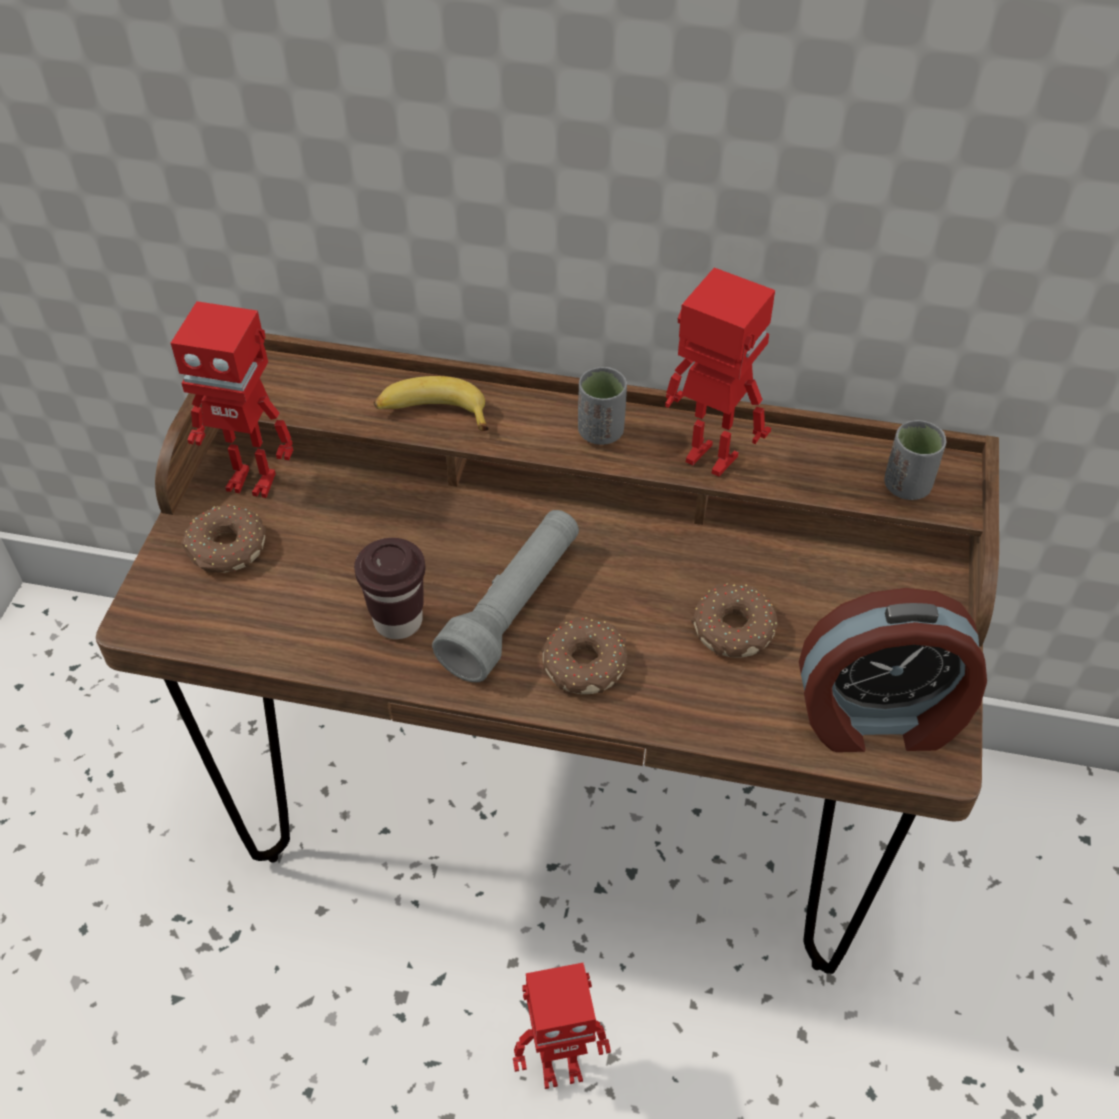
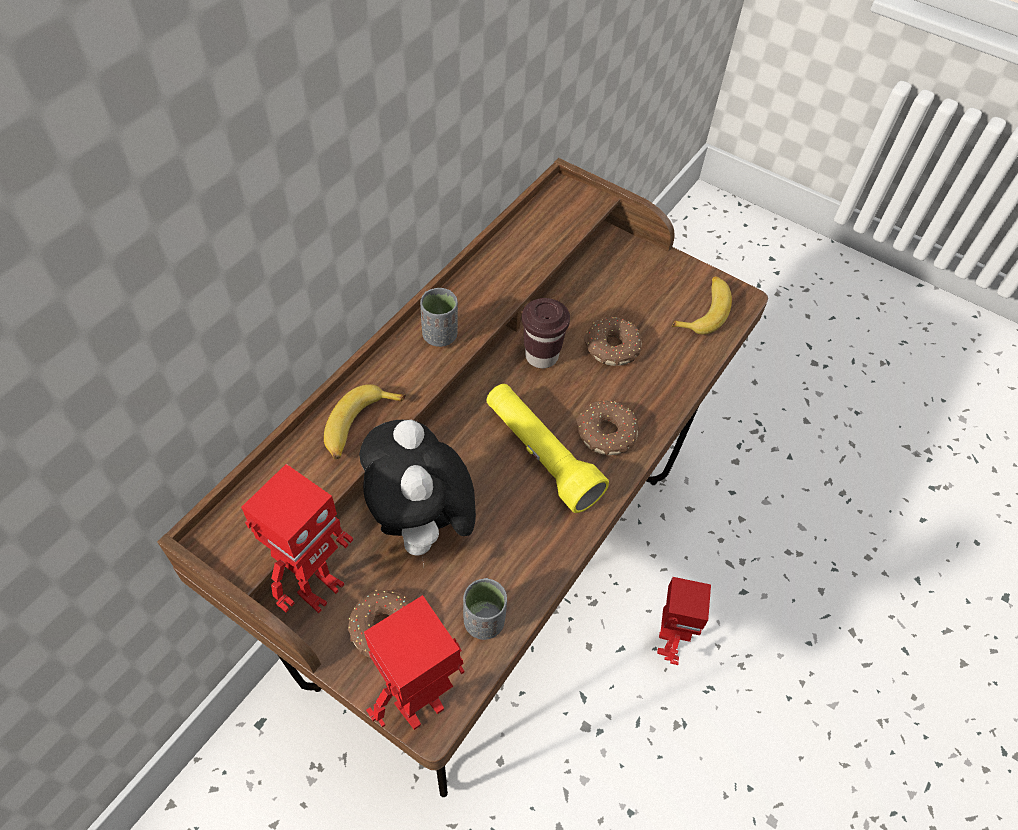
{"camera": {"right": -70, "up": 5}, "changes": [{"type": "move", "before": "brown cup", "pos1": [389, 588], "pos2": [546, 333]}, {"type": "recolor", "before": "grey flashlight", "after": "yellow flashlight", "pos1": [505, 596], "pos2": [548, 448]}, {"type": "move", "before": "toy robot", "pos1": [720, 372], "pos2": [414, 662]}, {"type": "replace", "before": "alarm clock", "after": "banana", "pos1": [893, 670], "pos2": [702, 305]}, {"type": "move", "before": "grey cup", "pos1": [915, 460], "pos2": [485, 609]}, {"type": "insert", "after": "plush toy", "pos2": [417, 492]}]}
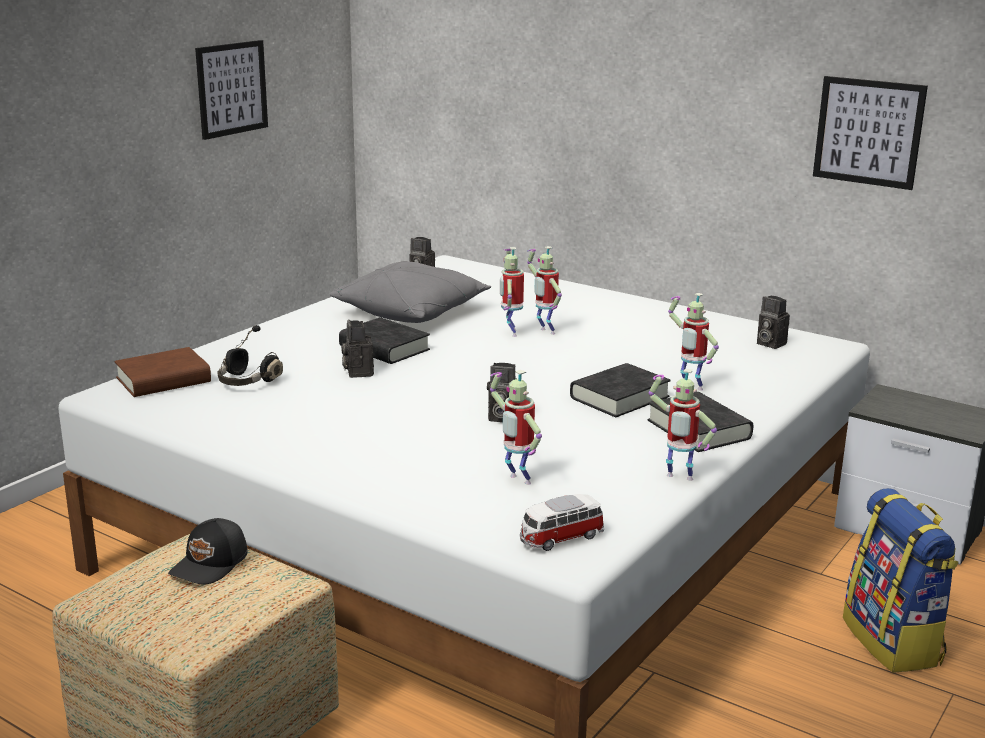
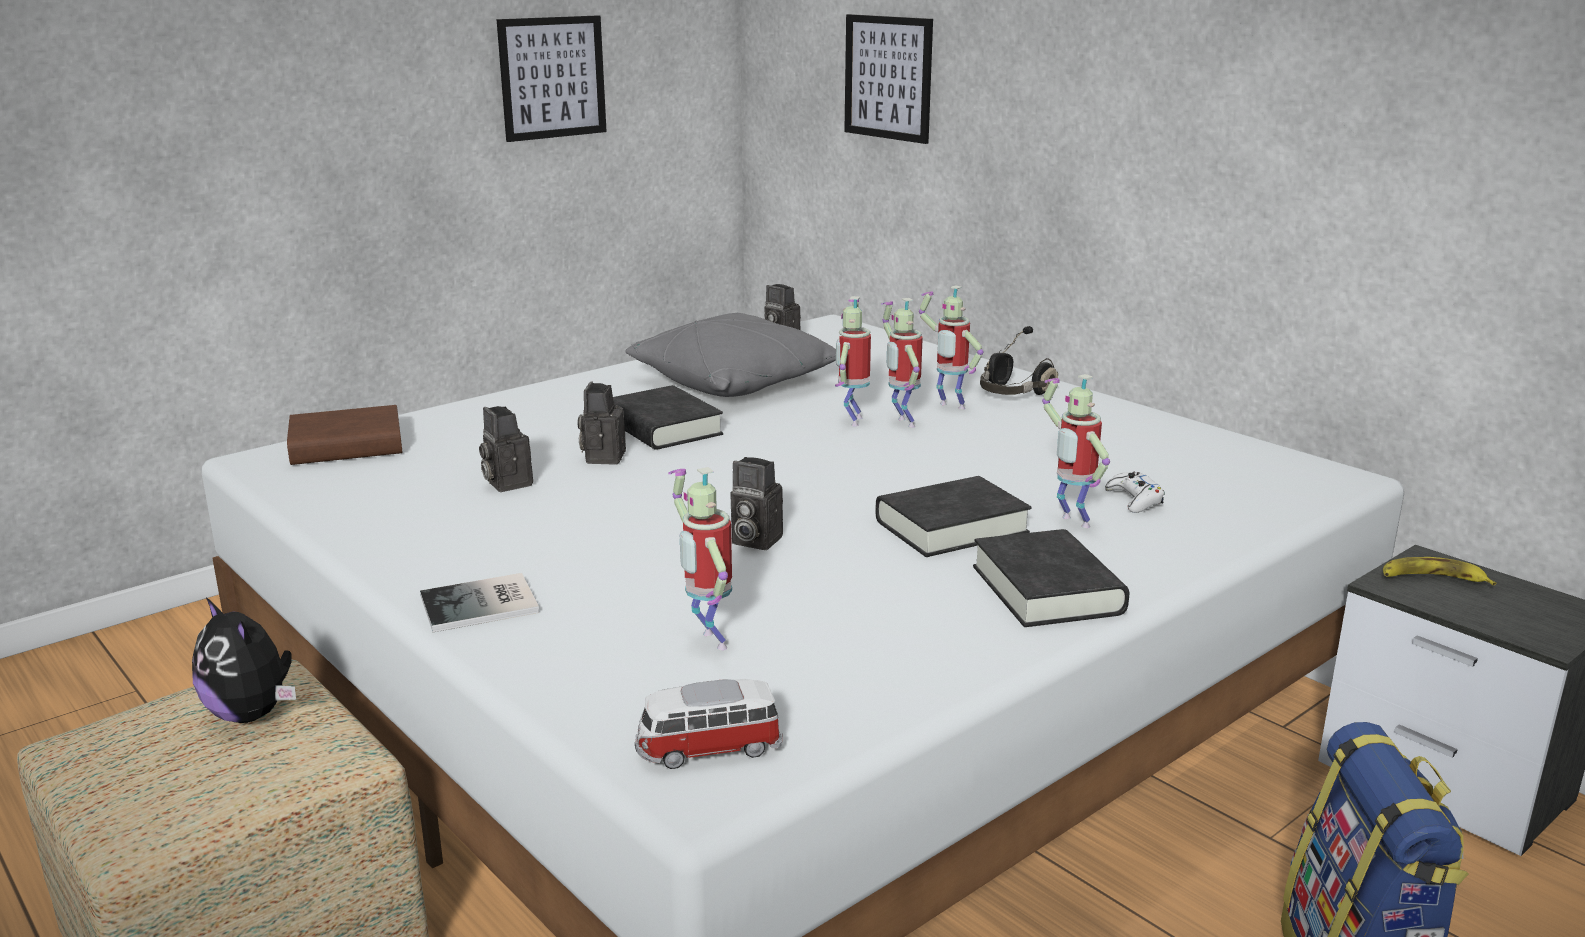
{"camera": {"right": 15, "up": 0}, "changes": [{"type": "replace", "before": "black cap", "after": "plush toy", "pos1": [208, 551], "pos2": [244, 660]}, {"type": "move", "before": "black headphones", "pos1": [250, 355], "pos2": [1019, 360]}, {"type": "move", "before": "toy robot", "pos1": [683, 425], "pos2": [951, 347]}, {"type": "move", "before": "photo camera", "pos1": [773, 322], "pos2": [506, 449]}, {"type": "move", "before": "picture", "pos1": [870, 133], "pos2": [888, 79]}, {"type": "insert", "after": "book", "pos2": [479, 602]}, {"type": "insert", "after": "white game controller", "pos2": [1135, 492]}, {"type": "insert", "after": "banana", "pos2": [1439, 571]}]}
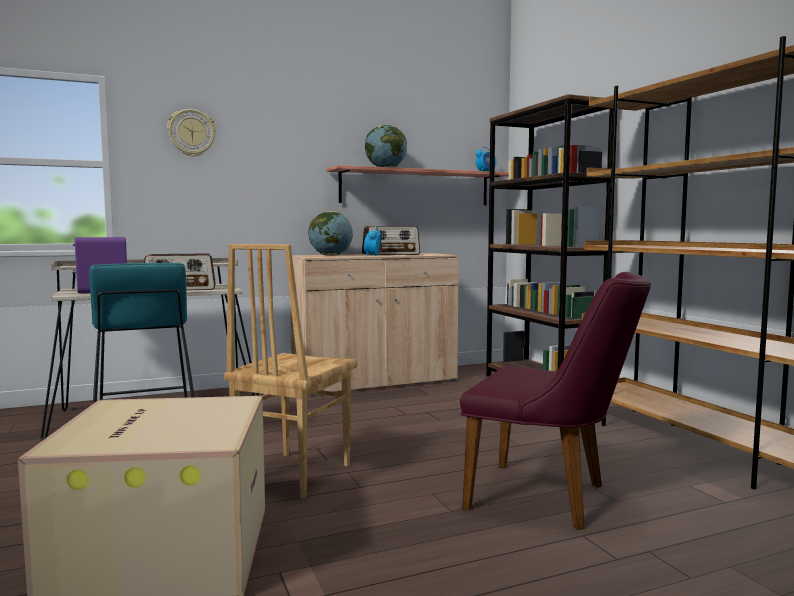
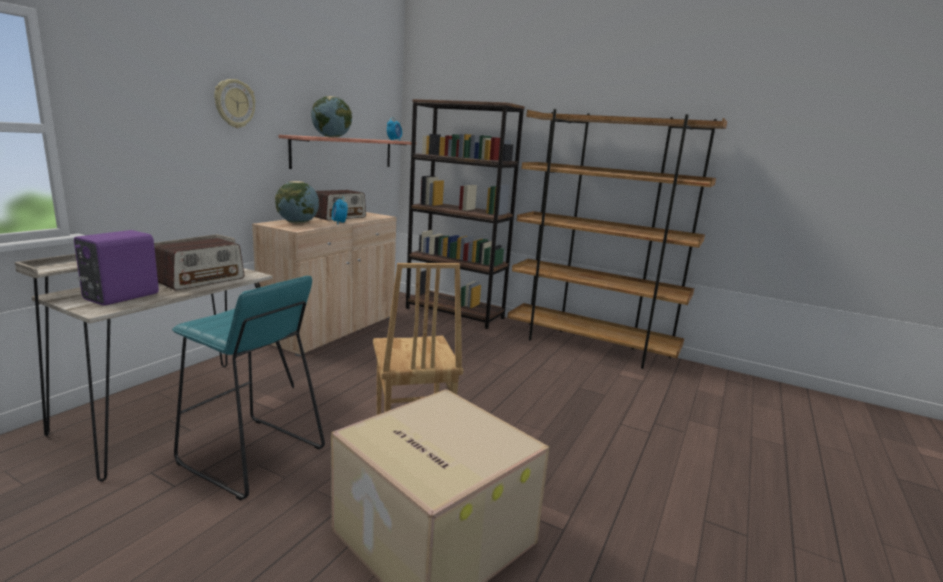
{"camera": {"right": -40, "up": 10}, "changes": [{"type": "move", "before": "wall clock", "pos1": [191, 133], "pos2": [234, 103]}, {"type": "delete", "before": "purple chair", "pos1": [555, 401]}]}
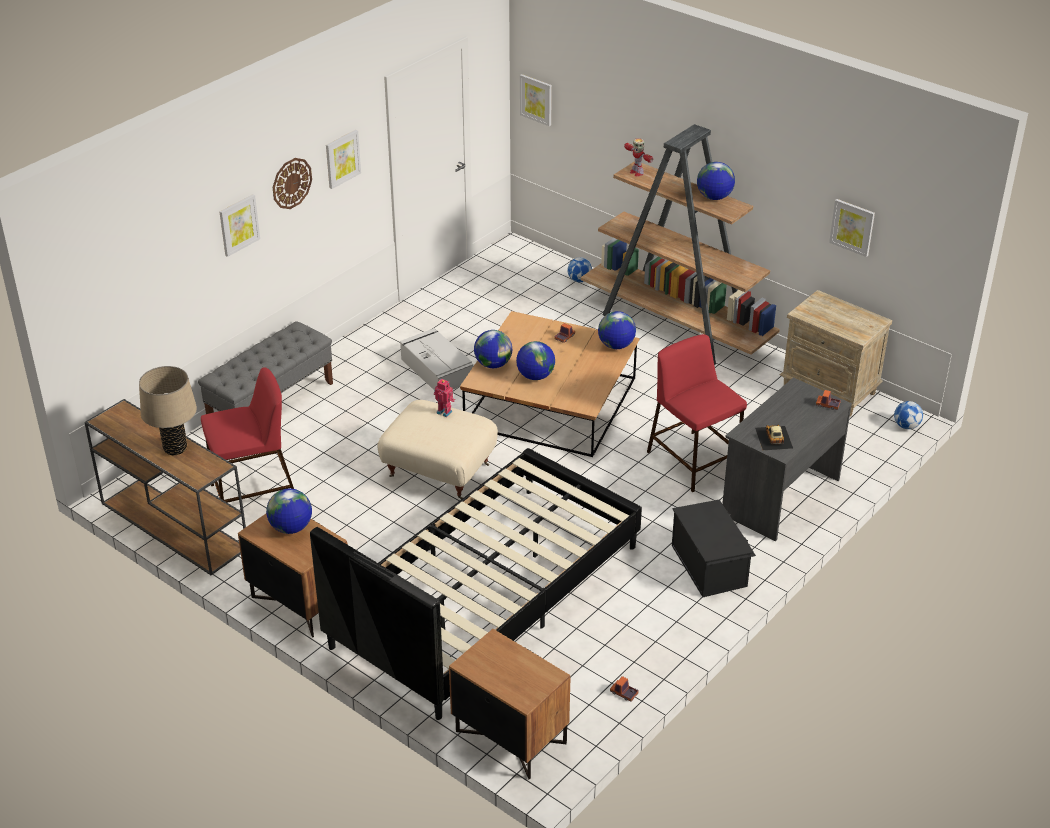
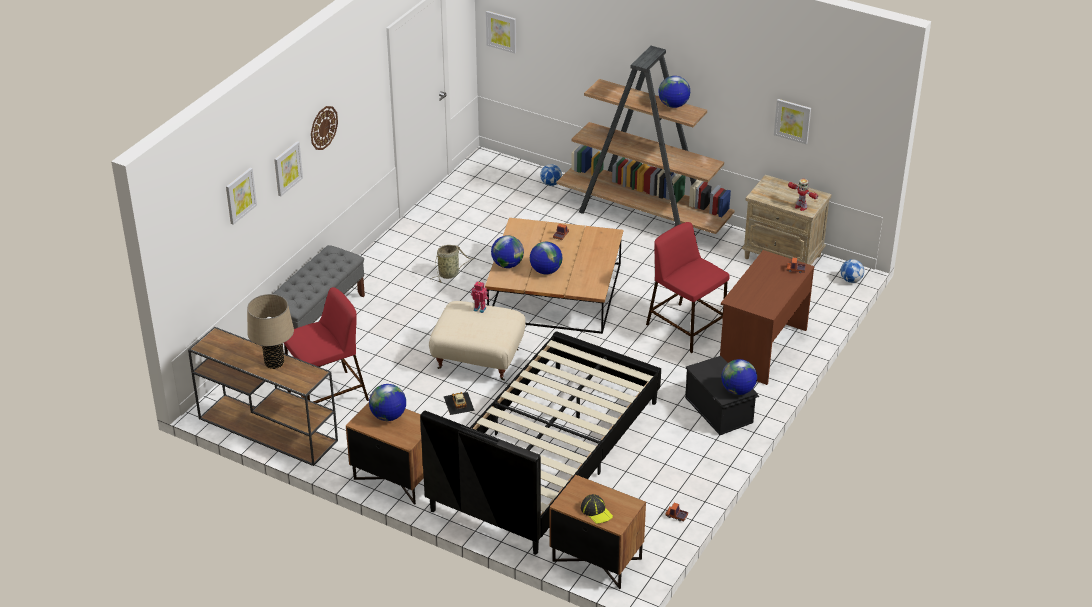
{"camera": {"right": -10, "up": 0}, "changes": [{"type": "move", "before": "picture", "pos1": [343, 159], "pos2": [241, 196]}, {"type": "replace", "before": "grey storage box", "after": "basket", "pos1": [436, 359], "pos2": [452, 264]}, {"type": "move", "before": "globe", "pos1": [617, 330], "pos2": [739, 377]}, {"type": "move", "before": "toy robot", "pos1": [638, 157], "pos2": [803, 195]}, {"type": "recolor", "before": "grey desk", "after": "brown desk", "pos1": [787, 460], "pos2": [767, 317]}, {"type": "move", "before": "toy car", "pos1": [774, 437], "pos2": [459, 403]}, {"type": "insert", "after": "cap", "pos2": [597, 509]}]}
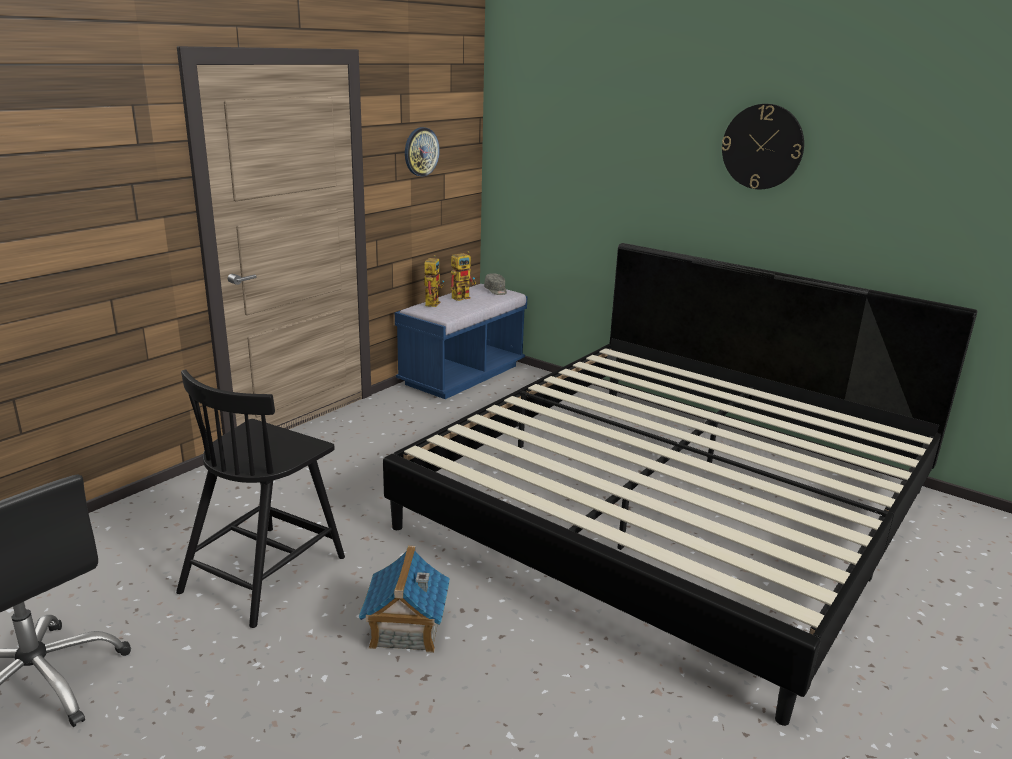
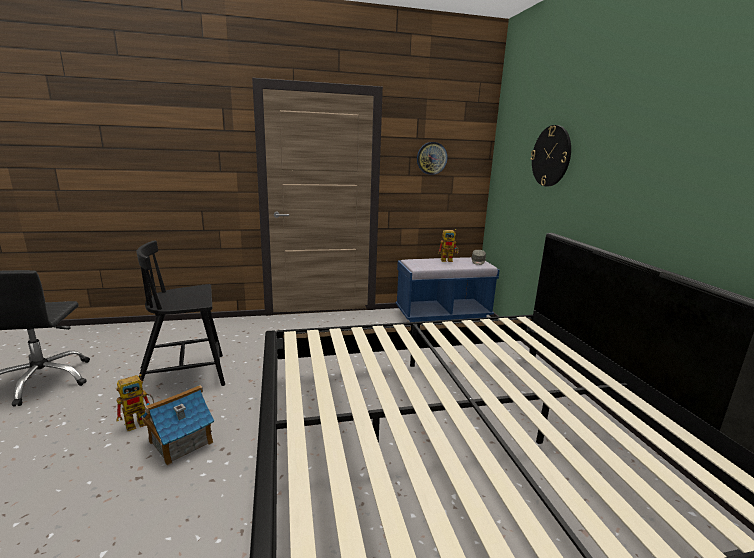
{"camera": {"right": 40, "up": -5}, "changes": [{"type": "move", "before": "toy robot", "pos1": [433, 281], "pos2": [135, 402]}, {"type": "move", "before": "wall clock", "pos1": [763, 146], "pos2": [551, 155]}]}
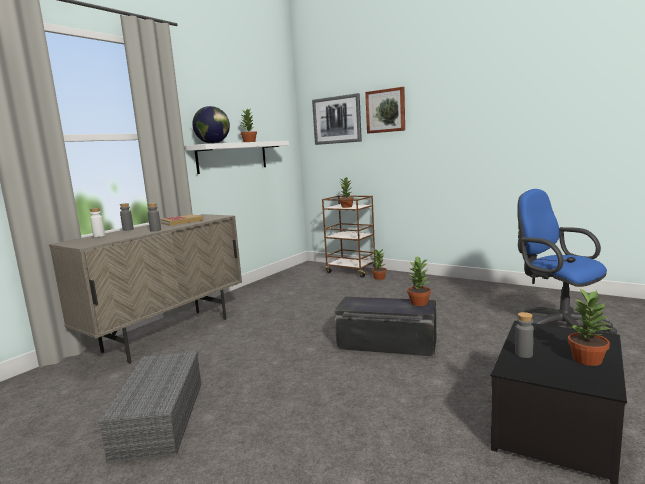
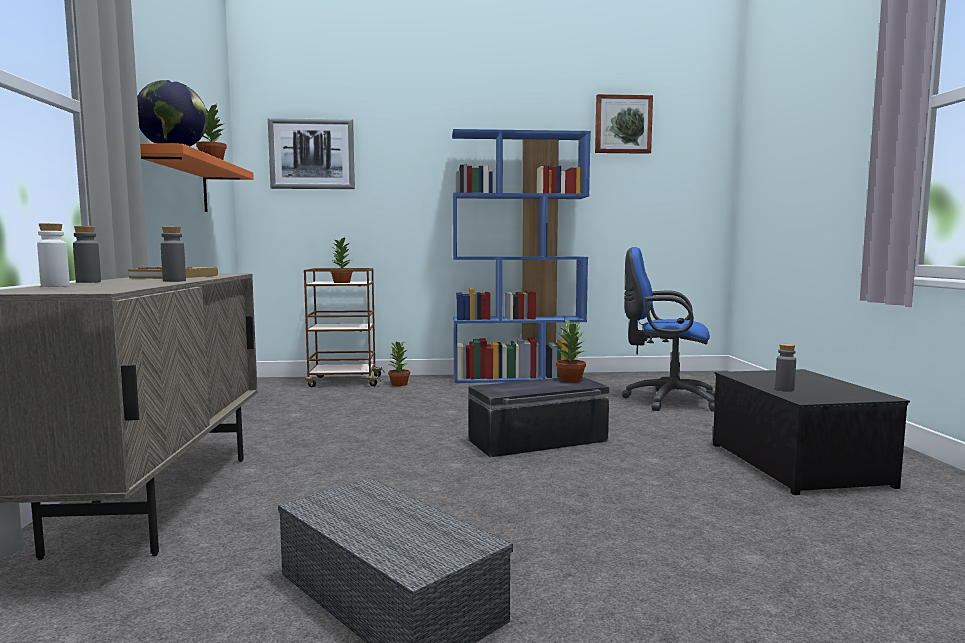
{"camera": {"right": -40, "up": -5}, "changes": [{"type": "recolor", "before": "white shelf", "after": "orange shelf", "pos1": [237, 157], "pos2": [197, 177]}, {"type": "move", "before": "picture", "pos1": [385, 110], "pos2": [624, 124]}, {"type": "delete", "before": "potted plant", "pos1": [589, 327]}, {"type": "insert", "after": "blue bookcase", "pos2": [521, 256]}]}
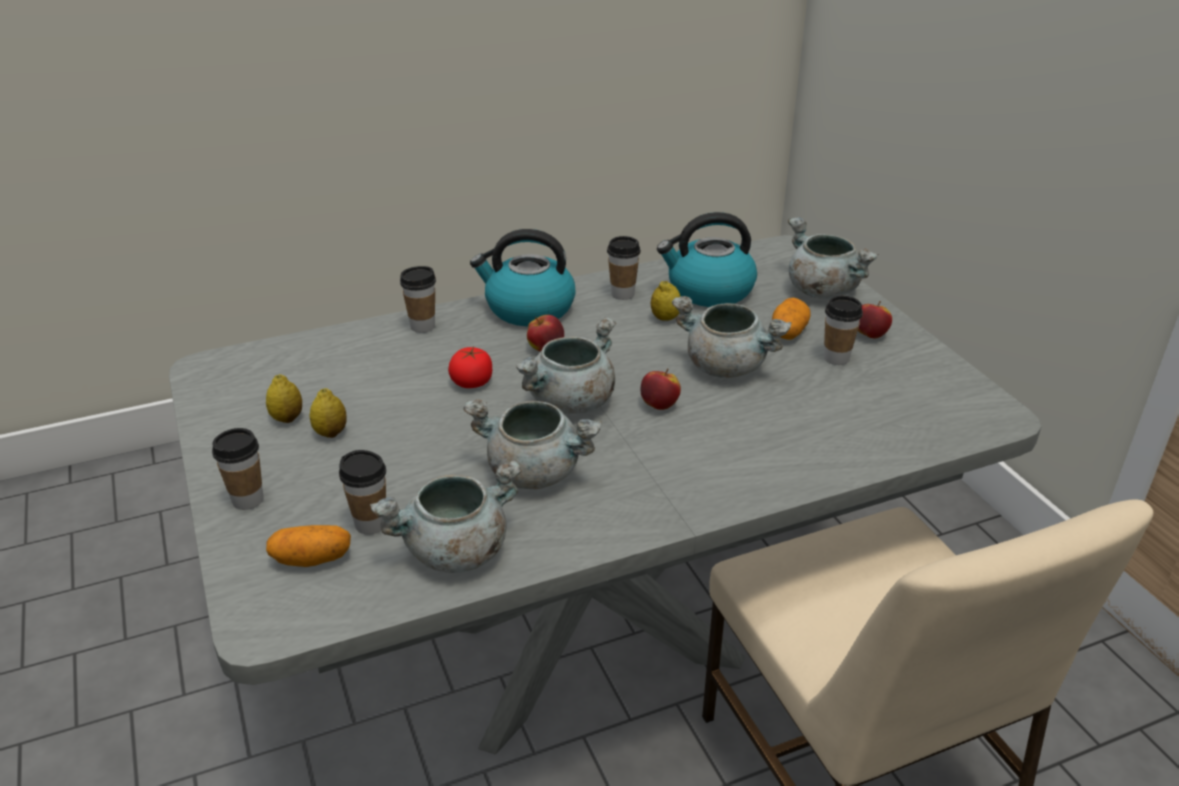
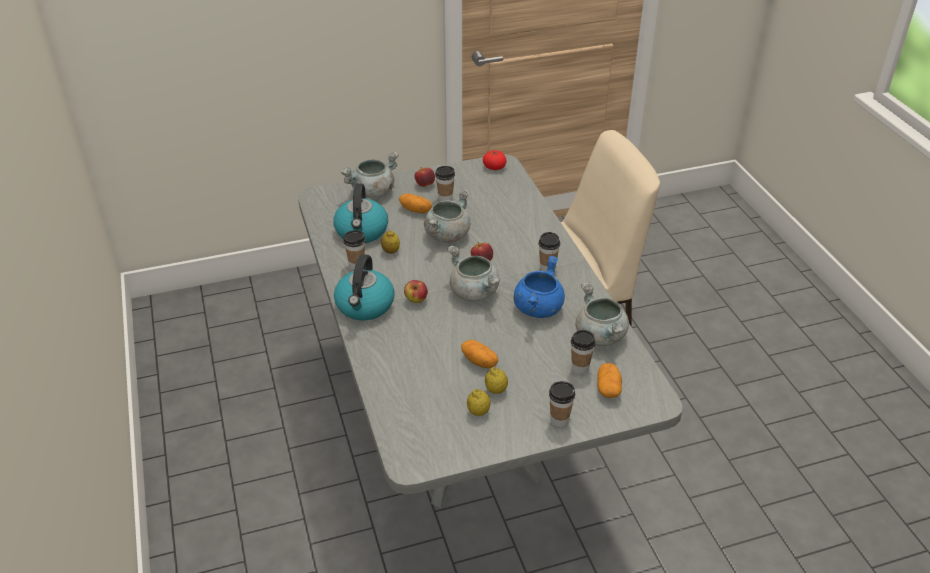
{"camera": {"right": -85, "up": 5}, "changes": [{"type": "move", "before": "cup", "pos1": [418, 299], "pos2": [549, 252]}, {"type": "move", "before": "tomato", "pos1": [470, 367], "pos2": [495, 160]}, {"type": "recolor", "before": "grey cooking pot", "after": "blue cooking pot", "pos1": [532, 444], "pos2": [539, 286]}, {"type": "insert", "after": "potato", "pos2": [479, 354]}]}
